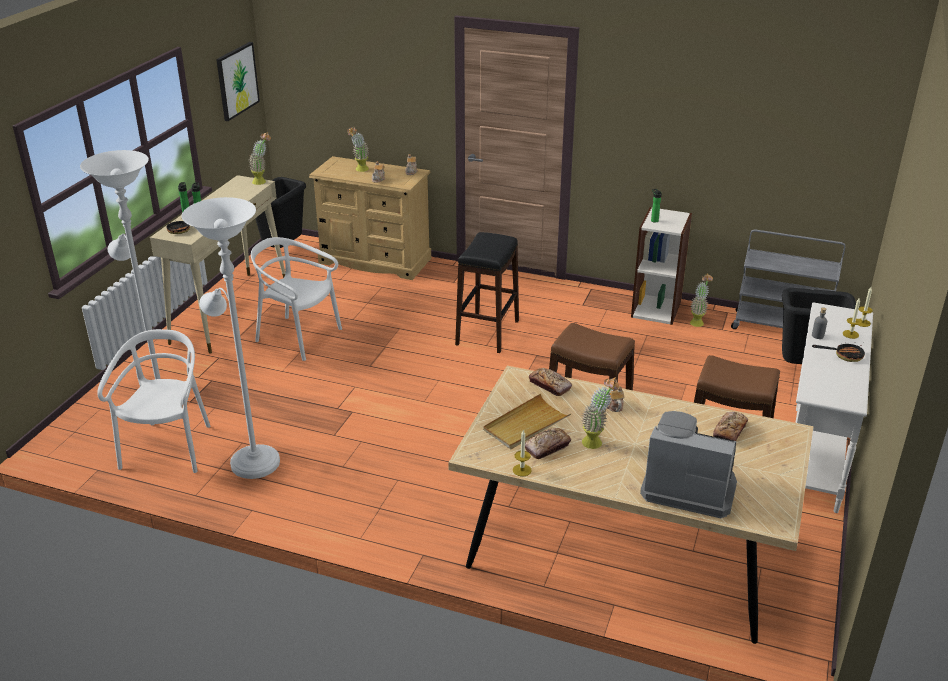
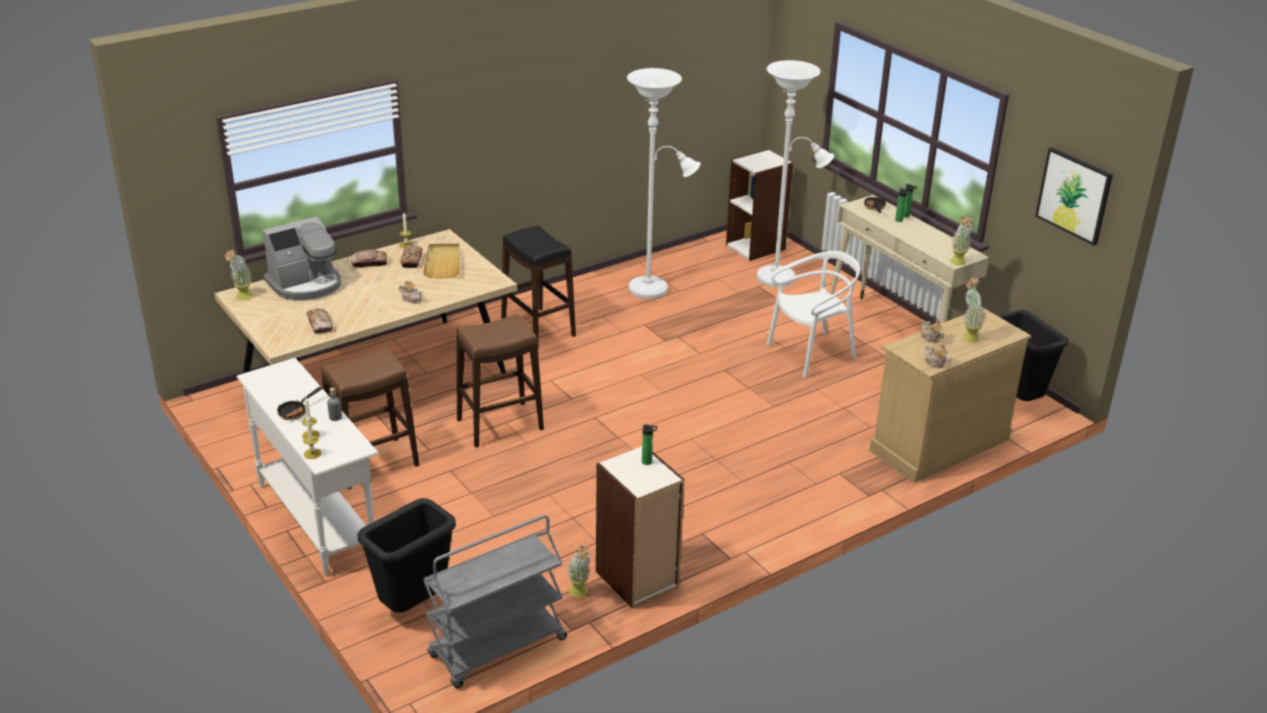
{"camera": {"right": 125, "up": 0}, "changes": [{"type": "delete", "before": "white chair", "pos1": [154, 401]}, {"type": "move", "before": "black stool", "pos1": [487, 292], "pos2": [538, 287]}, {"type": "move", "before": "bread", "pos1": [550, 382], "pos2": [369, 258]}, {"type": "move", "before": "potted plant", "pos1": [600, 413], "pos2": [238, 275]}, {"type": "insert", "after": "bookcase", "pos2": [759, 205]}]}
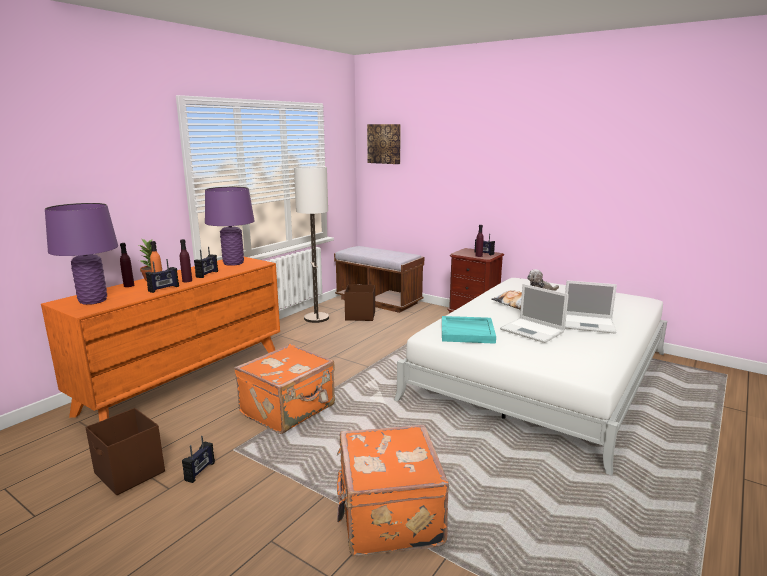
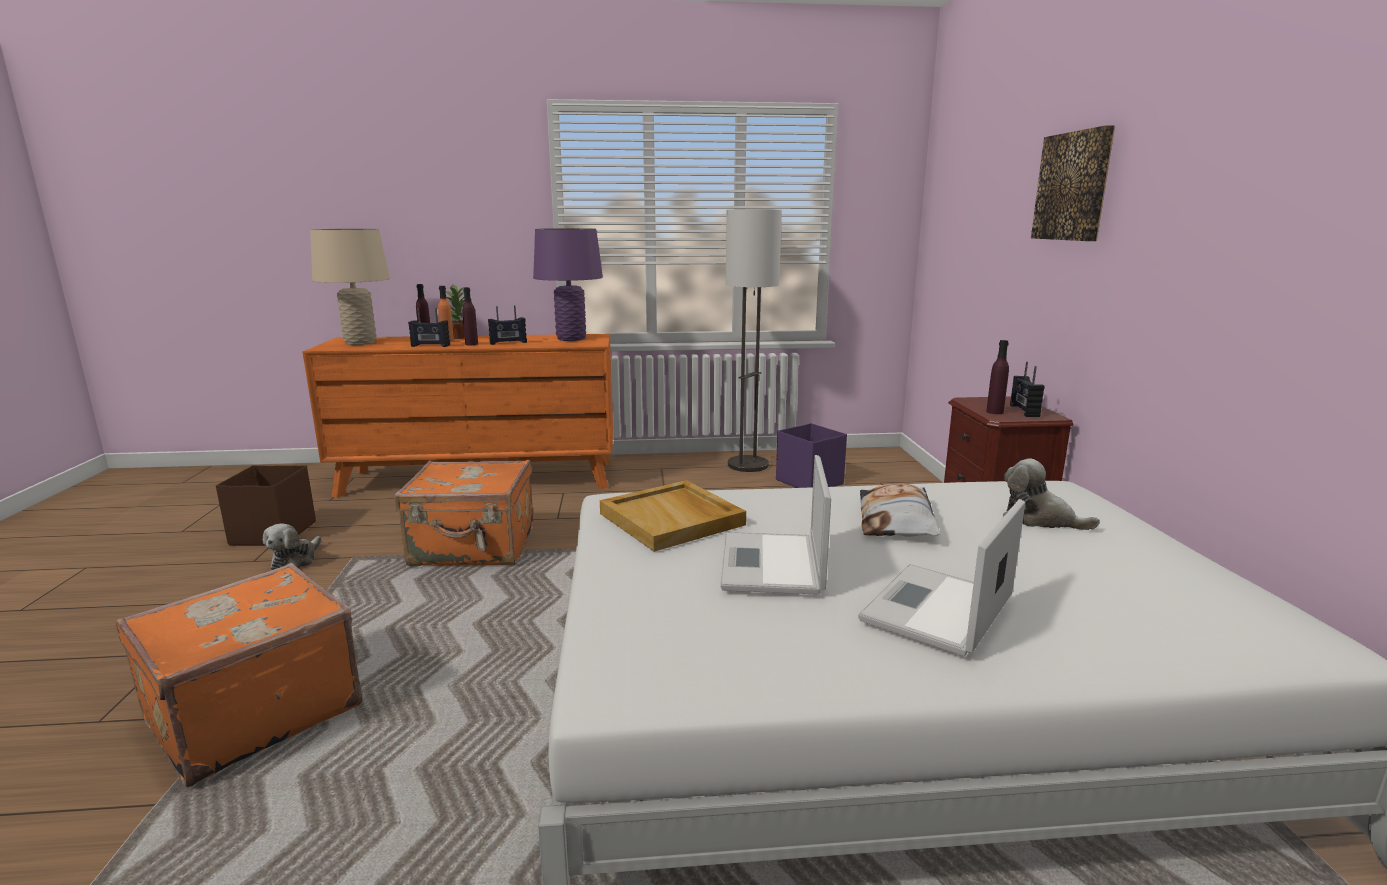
{"camera": {"right": 50, "up": 0}, "changes": [{"type": "recolor", "before": "purple table lamp", "after": "beige table lamp", "pos1": [81, 254], "pos2": [350, 287]}, {"type": "replace", "before": "radio", "after": "plush toy", "pos1": [198, 459], "pos2": [292, 547]}, {"type": "delete", "before": "brown bench", "pos1": [379, 279]}, {"type": "recolor", "before": "brown storage box", "after": "purple storage box", "pos1": [359, 302], "pos2": [811, 455]}, {"type": "move", "before": "picture", "pos1": [384, 144], "pos2": [1073, 183]}, {"type": "recolor", "before": "turquoise tray", "after": "beige tray", "pos1": [469, 330], "pos2": [673, 516]}, {"type": "rotate", "before": "laptop", "pos1": [591, 307], "pos2": [941, 577], "turn": 60}]}
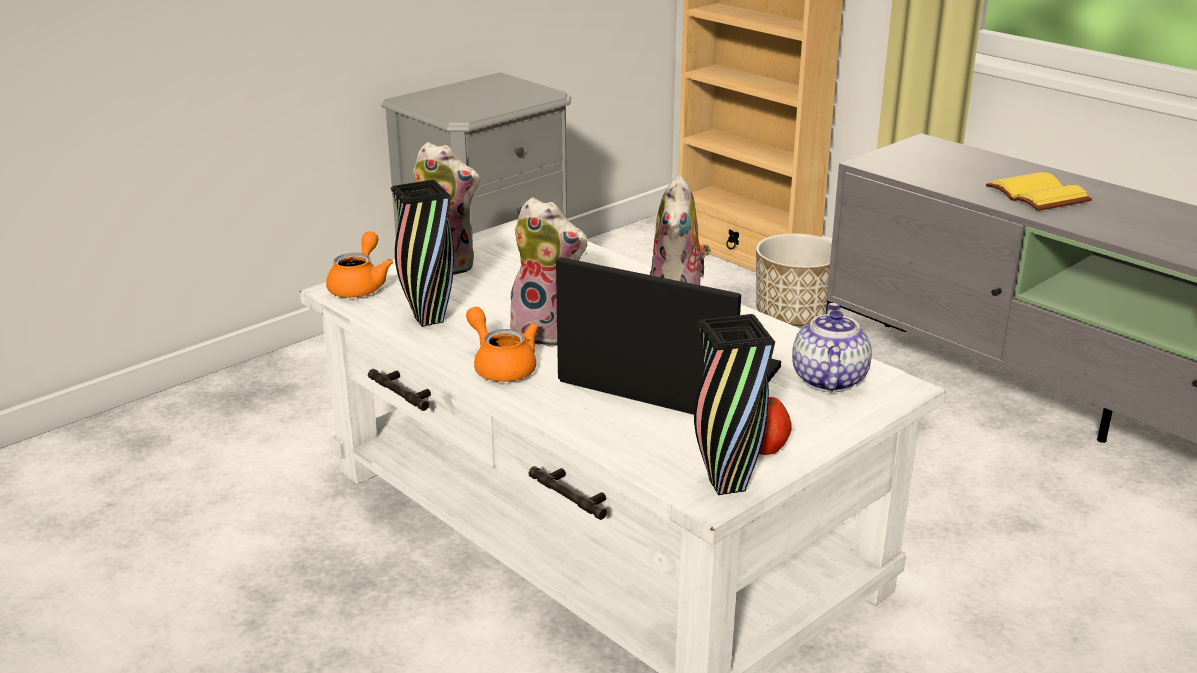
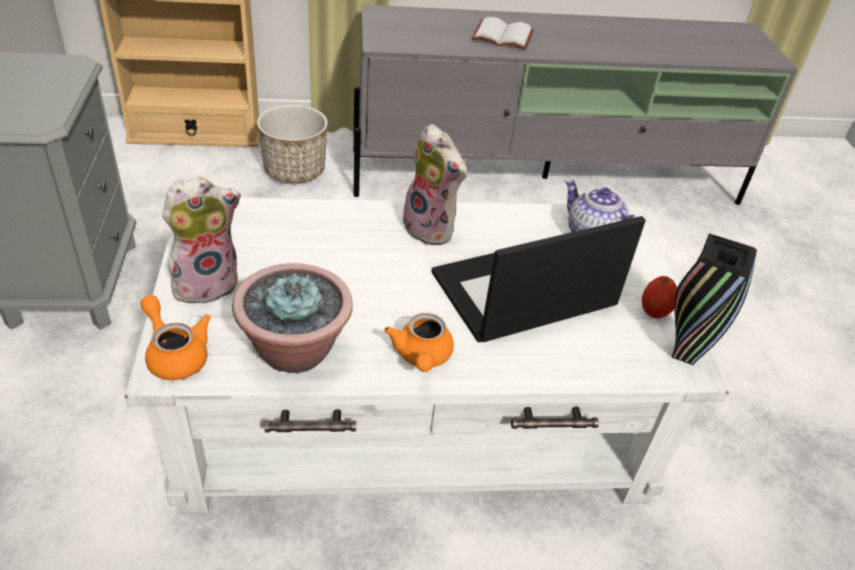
{"camera": {"right": -55, "up": 15}, "changes": [{"type": "replace", "before": "black vase", "after": "potted plant", "pos1": [422, 253], "pos2": [292, 318]}, {"type": "rotate", "before": "orange teapot", "pos1": [502, 344], "pos2": [419, 342], "turn": -90}, {"type": "delete", "before": "plush toy", "pos1": [548, 272]}, {"type": "recolor", "before": "yellow book", "after": "white book", "pos1": [1039, 191], "pos2": [503, 33]}]}
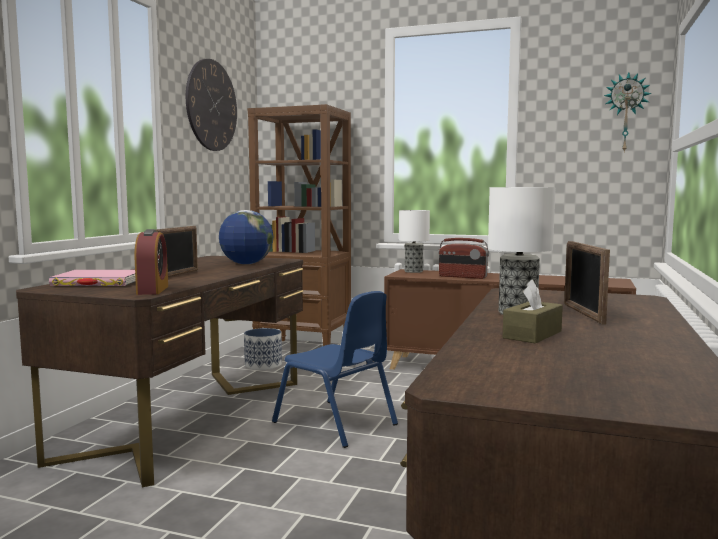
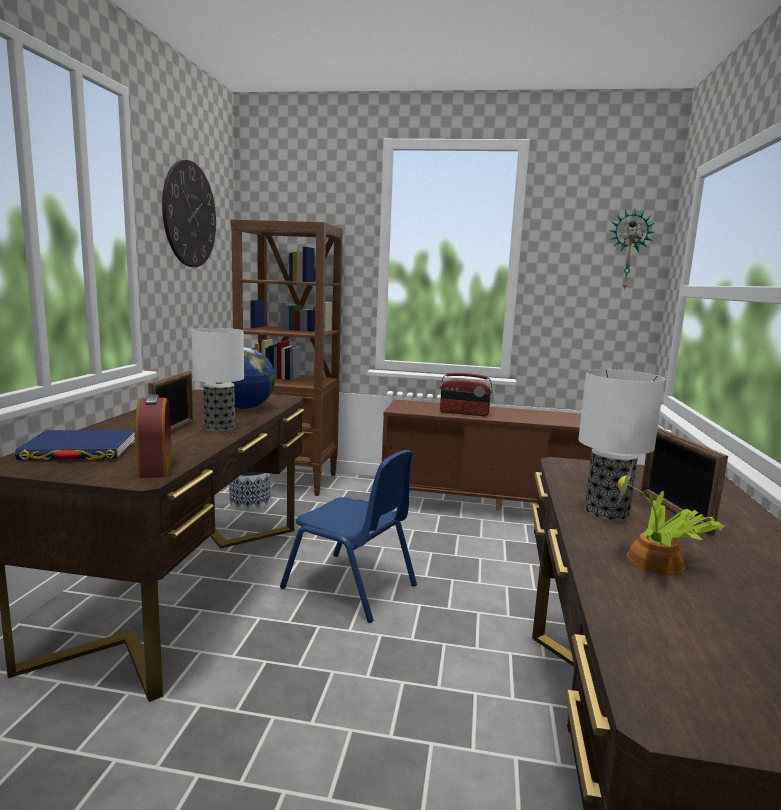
{"camera": {"right": -10, "up": 5}, "changes": [{"type": "recolor", "before": "pink book", "after": "blue book", "pos1": [92, 278], "pos2": [75, 445]}, {"type": "move", "before": "table lamp", "pos1": [414, 241], "pos2": [217, 379]}, {"type": "replace", "before": "brown tissue box", "after": "potted plant", "pos1": [533, 312], "pos2": [670, 516]}]}
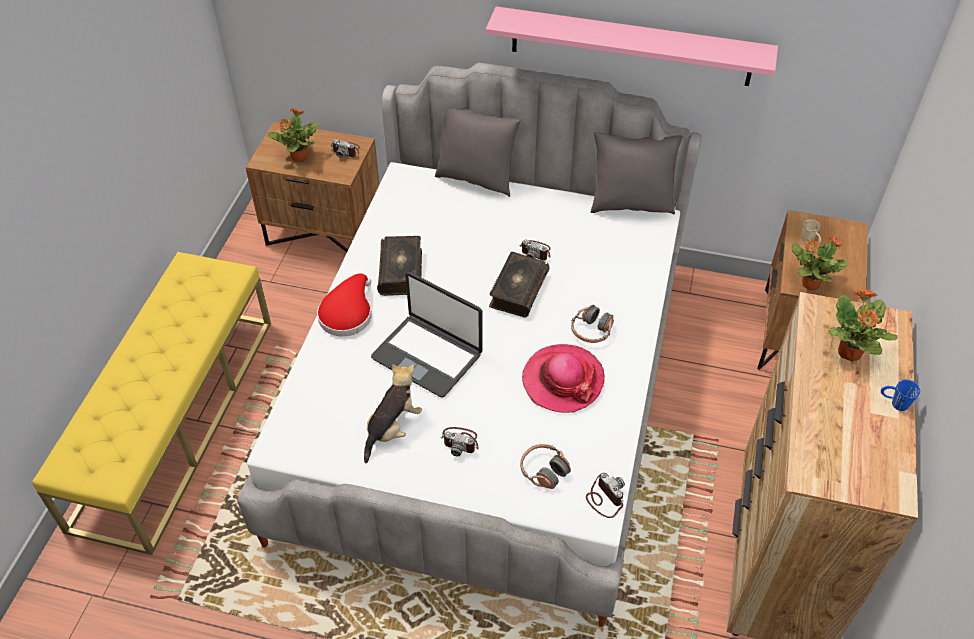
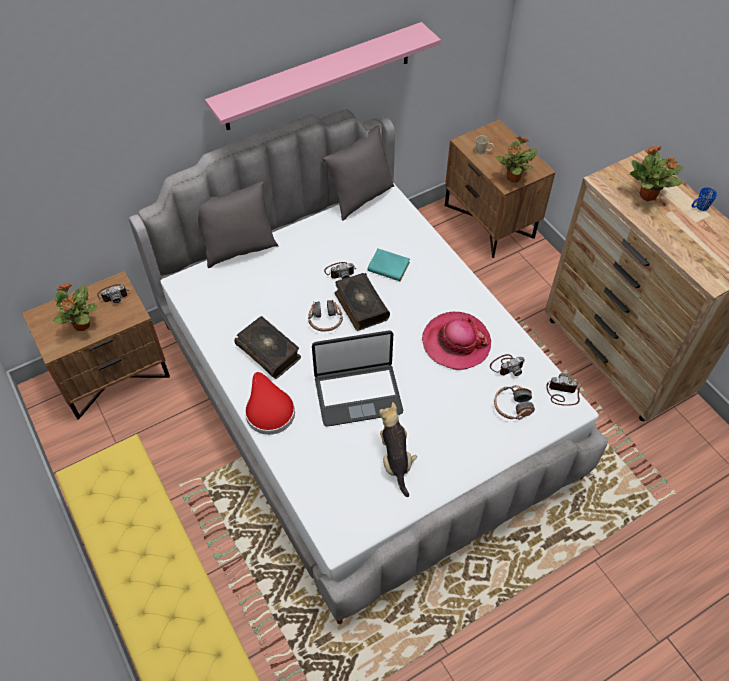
{"camera": {"right": -45, "up": 5}, "changes": [{"type": "move", "before": "photo camera", "pos1": [460, 442], "pos2": [507, 365]}, {"type": "move", "before": "headphones", "pos1": [592, 324], "pos2": [325, 315]}, {"type": "insert", "after": "turquoise book", "pos2": [388, 265]}]}
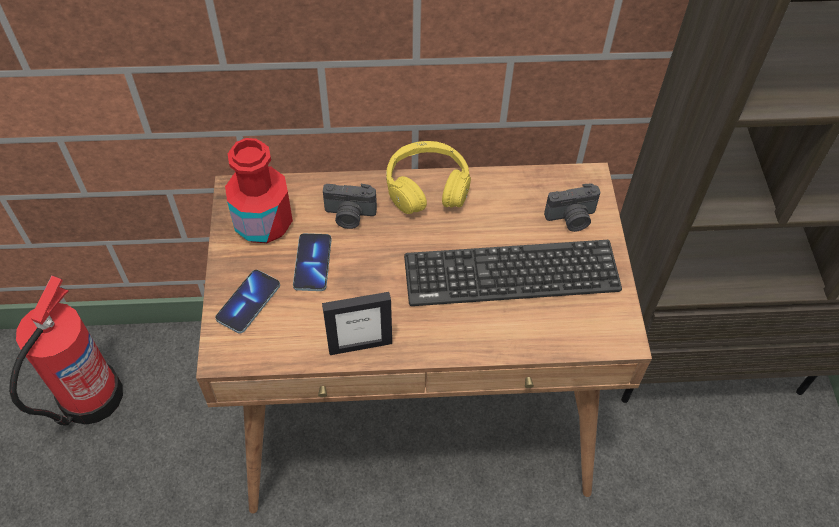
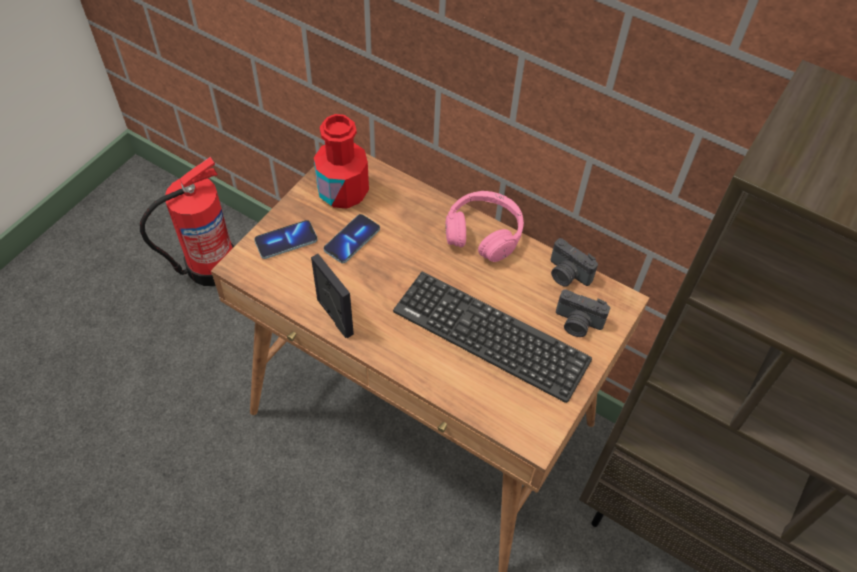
{"camera": {"right": 35, "up": 0}, "changes": [{"type": "rotate", "before": "picture frame", "pos1": [357, 323], "pos2": [332, 296], "turn": -150}, {"type": "move", "before": "photo camera", "pos1": [350, 206], "pos2": [574, 262]}, {"type": "recolor", "before": "yellow headphones", "after": "pink headphones", "pos1": [428, 177], "pos2": [485, 226]}]}
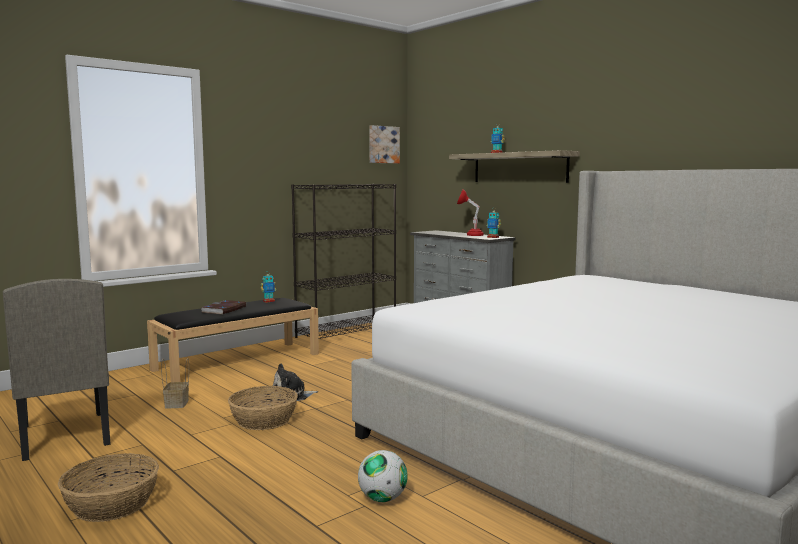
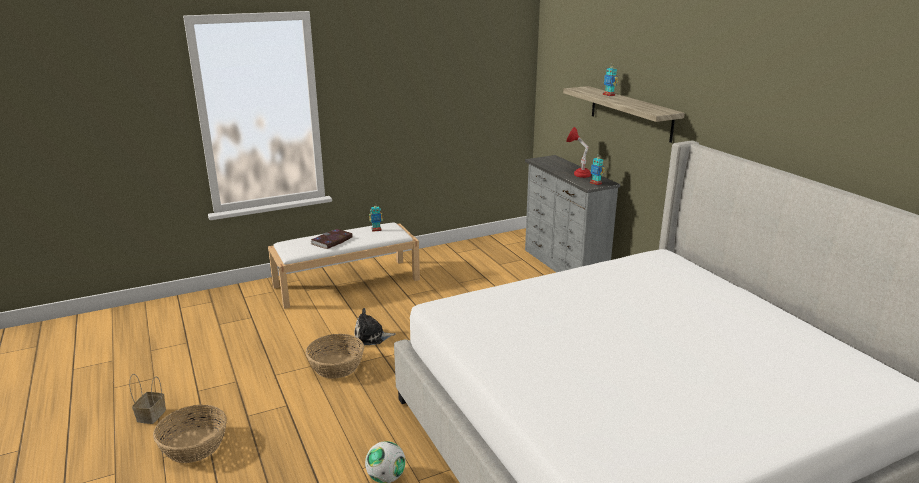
{"camera": {"right": 15, "up": 15}, "changes": [{"type": "delete", "before": "beige chair", "pos1": [56, 370]}, {"type": "recolor", "before": "black bench", "after": "white bench", "pos1": [233, 340], "pos2": [344, 266]}, {"type": "move", "before": "basket", "pos1": [175, 383], "pos2": [147, 399]}, {"type": "delete", "before": "black bookcase", "pos1": [343, 261]}, {"type": "delete", "before": "picture", "pos1": [384, 144]}]}
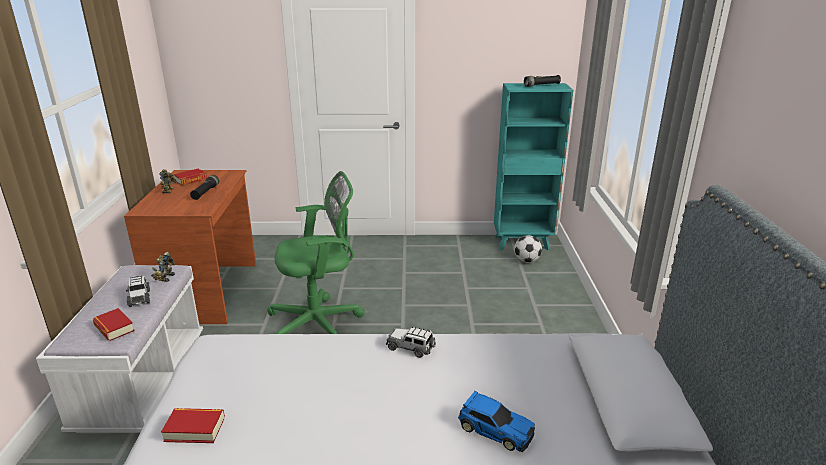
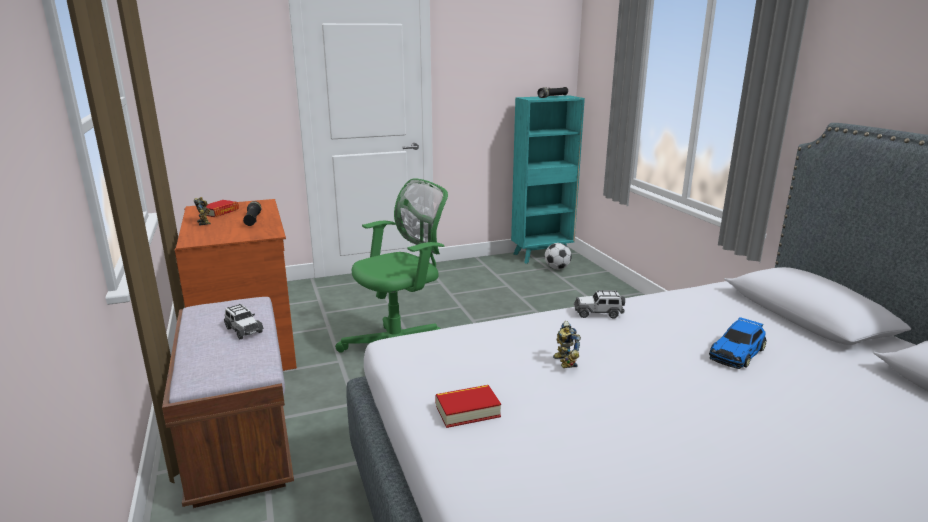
{"camera": {"right": -20, "up": -5}, "changes": [{"type": "recolor", "before": "white bench", "after": "brown bench", "pos1": [119, 349], "pos2": [228, 402]}, {"type": "delete", "before": "book", "pos1": [114, 324]}, {"type": "move", "before": "toy robot", "pos1": [163, 267], "pos2": [567, 344]}, {"type": "rotate", "before": "toy car", "pos1": [496, 421], "pos2": [737, 343], "turn": 120}]}
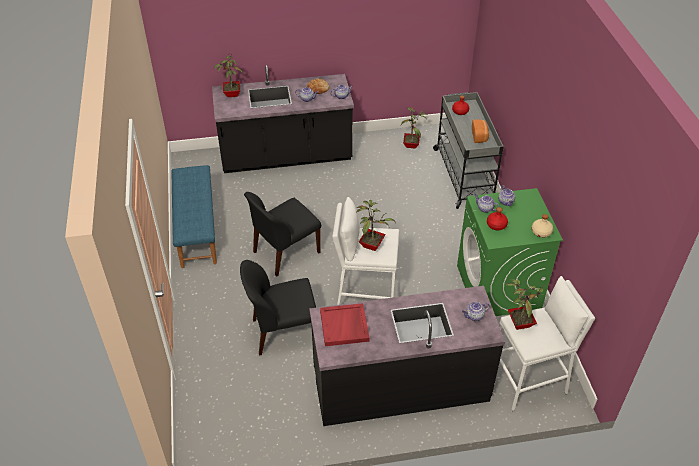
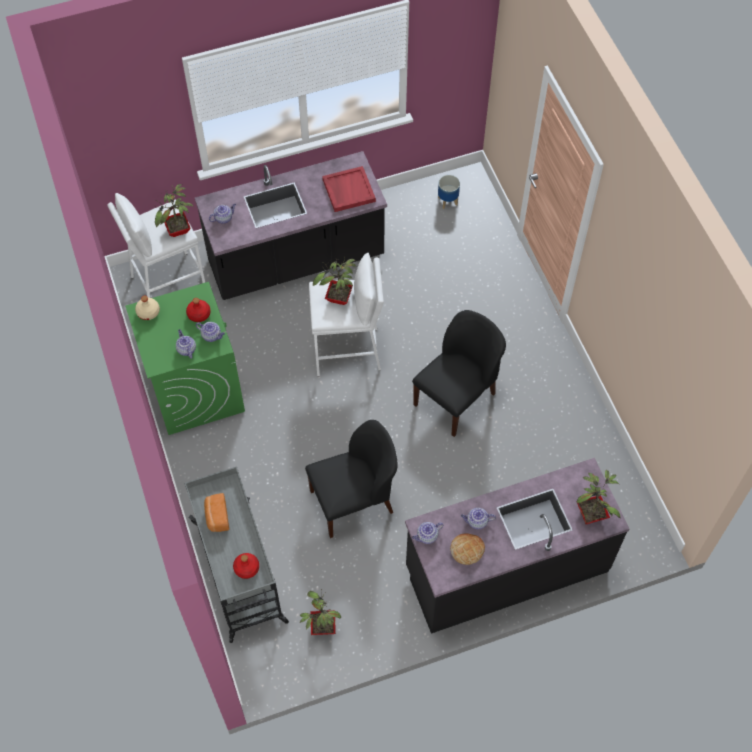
{"camera": {"right": 170, "up": 15}, "changes": [{"type": "delete", "before": "blue bench", "pos1": [194, 216]}, {"type": "move", "before": "black chair", "pos1": [278, 308], "pos2": [351, 479]}, {"type": "insert", "after": "planter", "pos2": [449, 192]}]}
